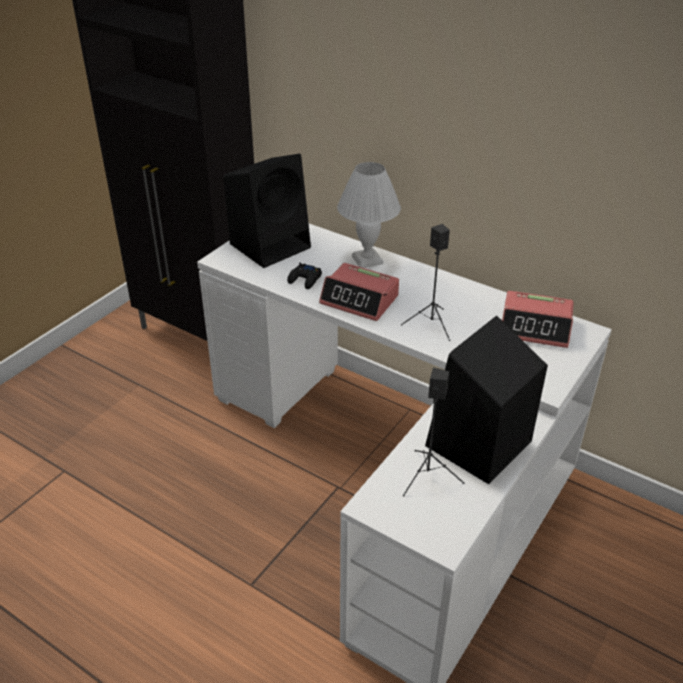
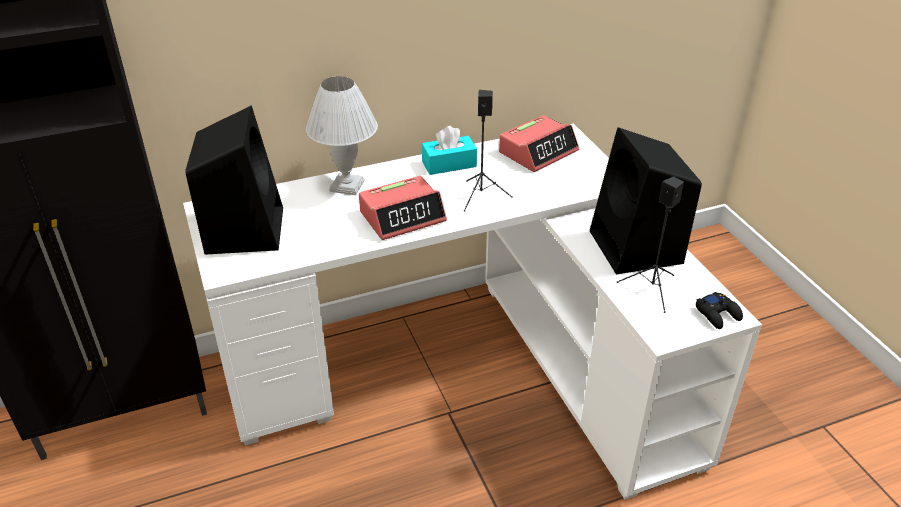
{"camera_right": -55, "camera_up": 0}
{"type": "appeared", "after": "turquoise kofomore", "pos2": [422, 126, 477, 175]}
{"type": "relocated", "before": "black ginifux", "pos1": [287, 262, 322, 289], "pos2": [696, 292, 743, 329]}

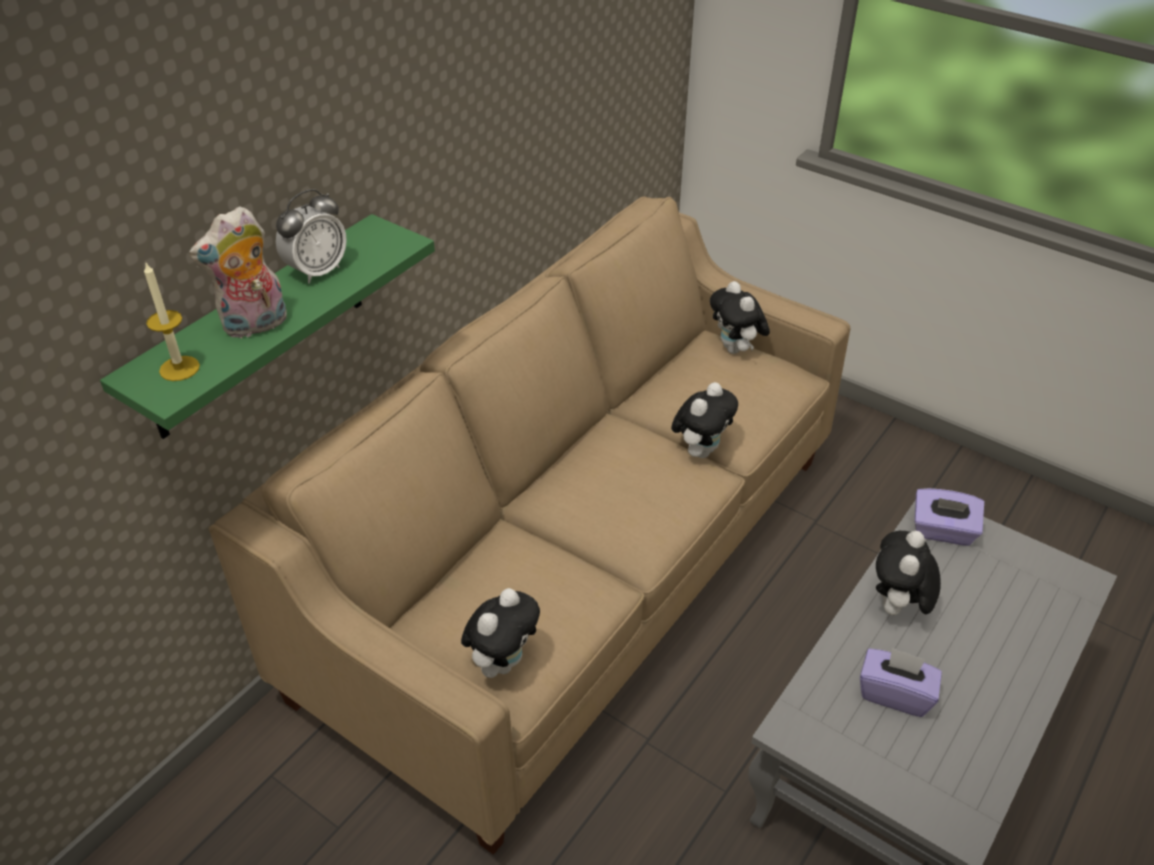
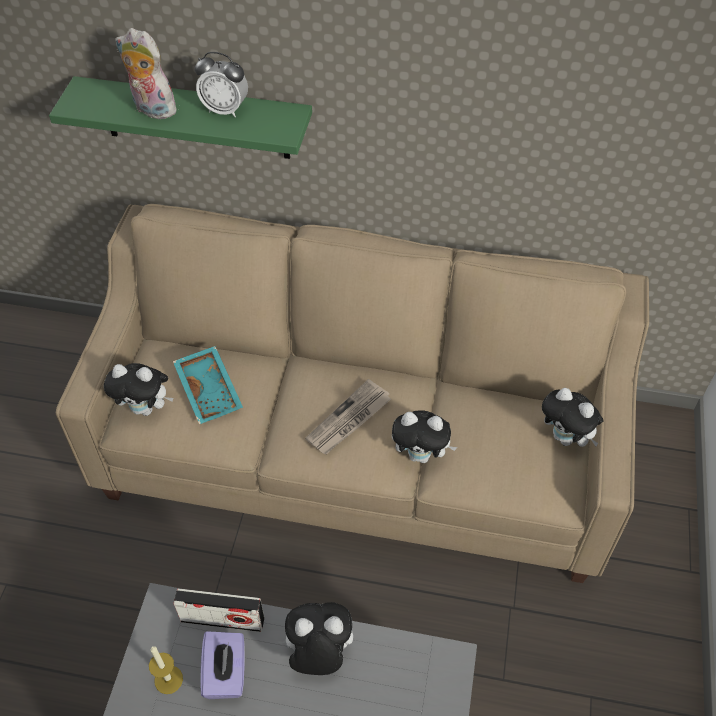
{"camera_right": 65, "camera_up": 10}
{"type": "missing", "before": "purple kofomore", "pos1": [915, 488, 984, 546]}
{"type": "appeared", "after": "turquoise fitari", "pos2": [173, 346, 243, 424]}
{"type": "appeared", "after": "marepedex", "pos2": [173, 588, 264, 632]}
{"type": "appeared", "after": "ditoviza", "pos2": [305, 379, 391, 454]}
{"type": "relocated", "before": "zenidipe", "pos1": [144, 261, 200, 381], "pos2": [149, 646, 183, 694]}
{"type": "spun", "before": "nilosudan", "pos1": [710, 281, 770, 354], "pos2": [542, 388, 604, 447], "turn": -90}

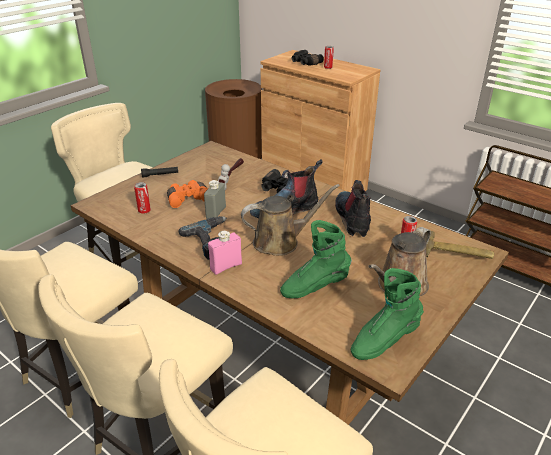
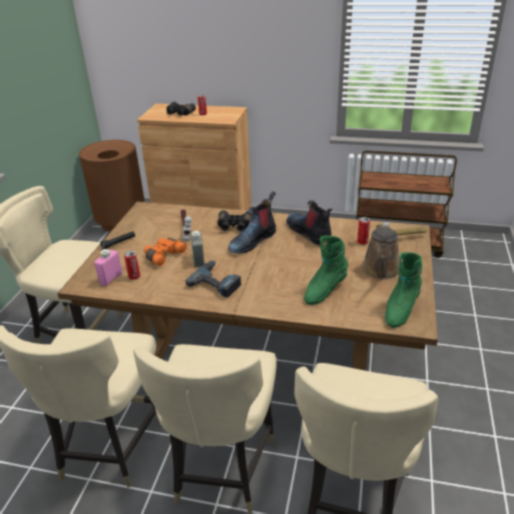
{"camera_right": -25, "camera_up": 0}
{"type": "missing", "before": "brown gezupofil", "pos1": [241, 184, 340, 256]}
{"type": "relocated", "before": "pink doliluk", "pos1": [208, 231, 242, 275], "pos2": [94, 249, 123, 286]}

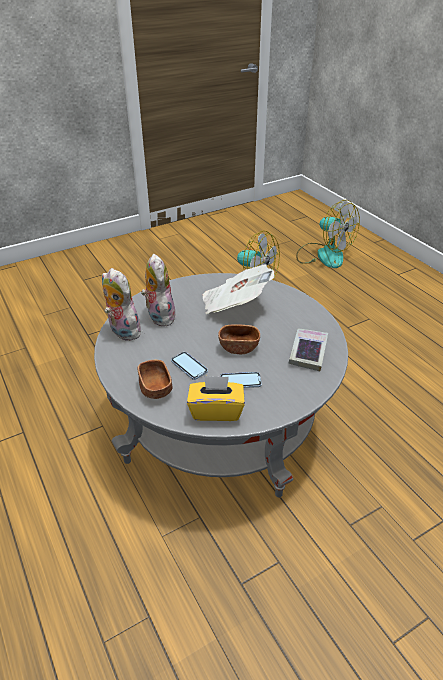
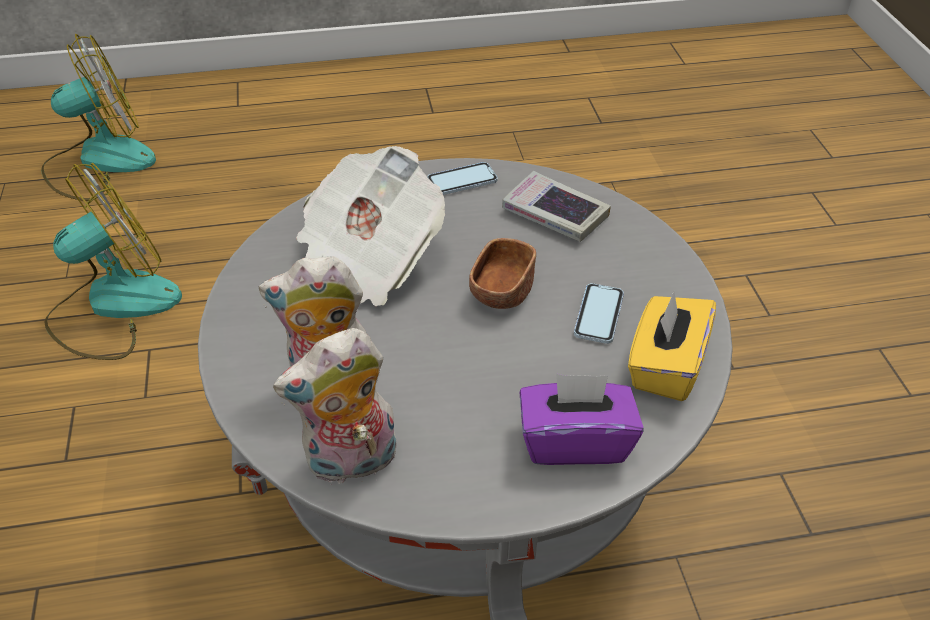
{"camera_right": -70, "camera_up": 5}
{"type": "relocated", "before": "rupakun", "pos1": [171, 352, 208, 380], "pos2": [427, 162, 498, 195]}
{"type": "exchanged", "before": "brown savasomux", "after": "purple kofomore", "pos1": [138, 360, 173, 399], "pos2": [519, 373, 644, 465]}

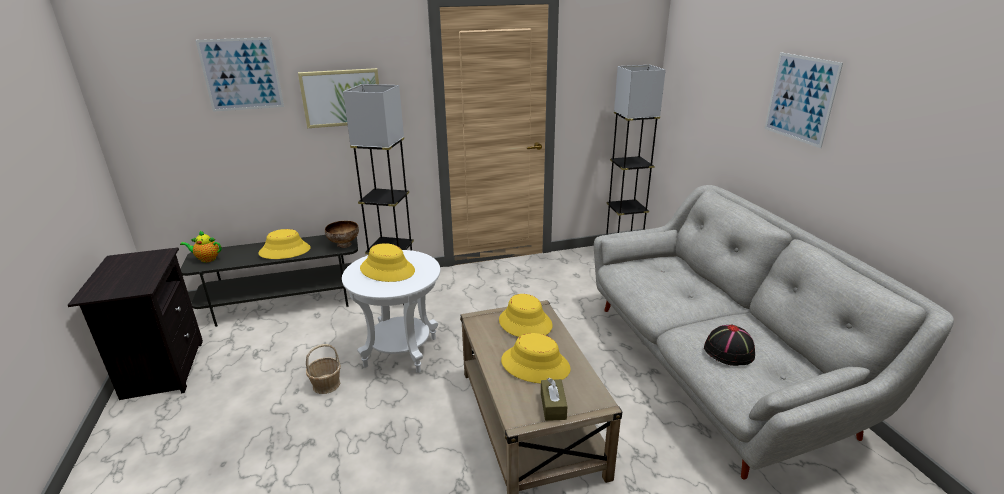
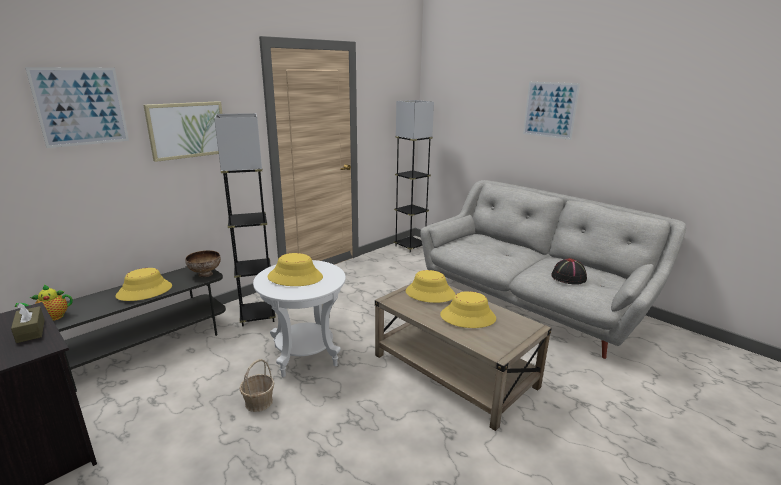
{"camera_right": -30, "camera_up": -5}
{"type": "relocated", "before": "brown kofomore", "pos1": [541, 378, 567, 421], "pos2": [11, 303, 45, 343]}

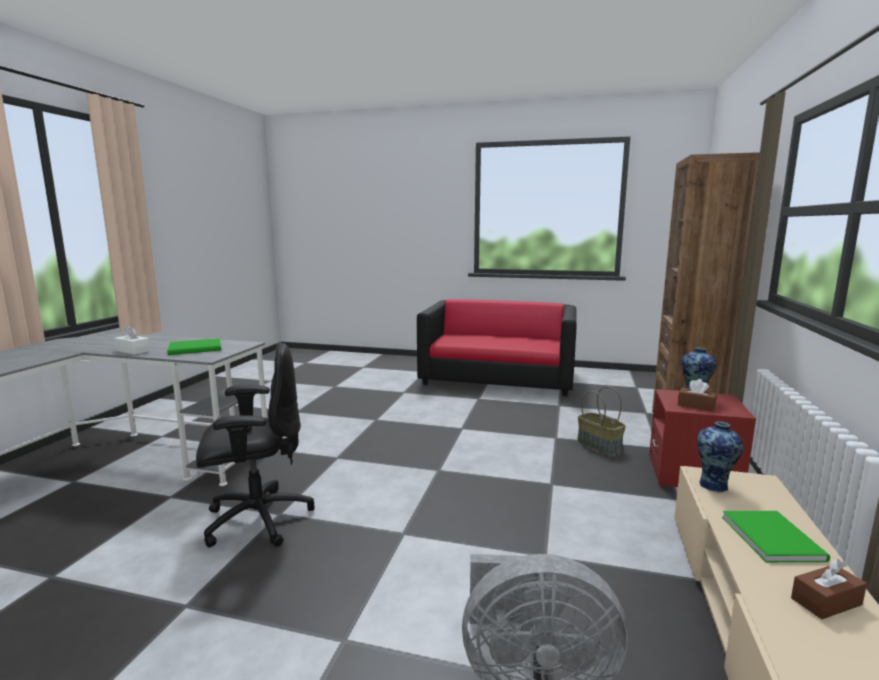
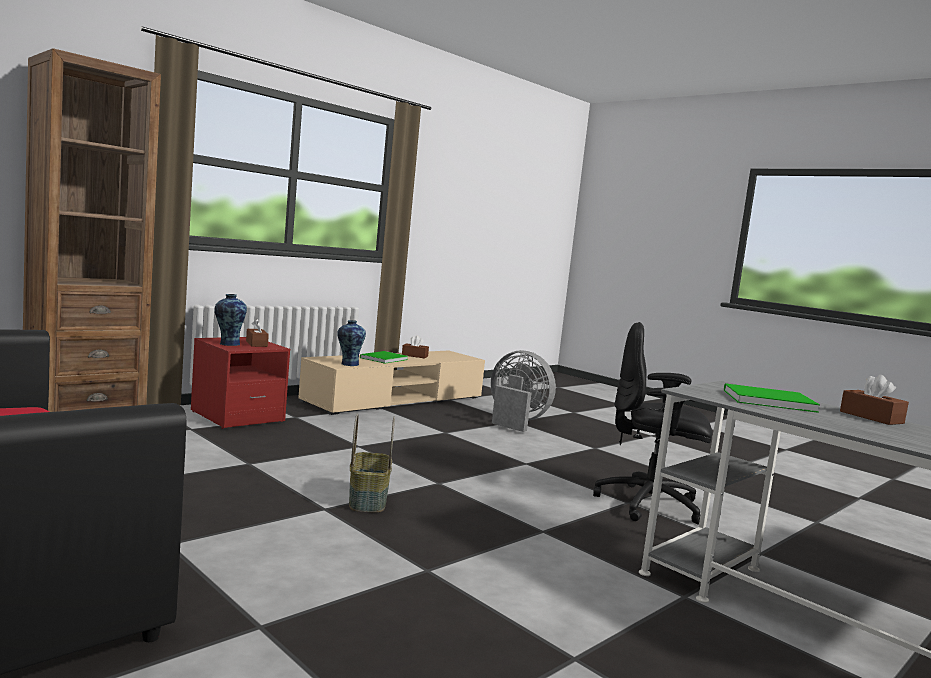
{"camera_right": -150, "camera_up": -5}
{"type": "relocated", "before": "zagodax", "pos1": [577, 386, 626, 455], "pos2": [349, 414, 395, 513]}
{"type": "colour", "before": "white kofomore", "after": "brown kofomore", "pos1": [114, 325, 150, 355], "pos2": [840, 375, 909, 425]}

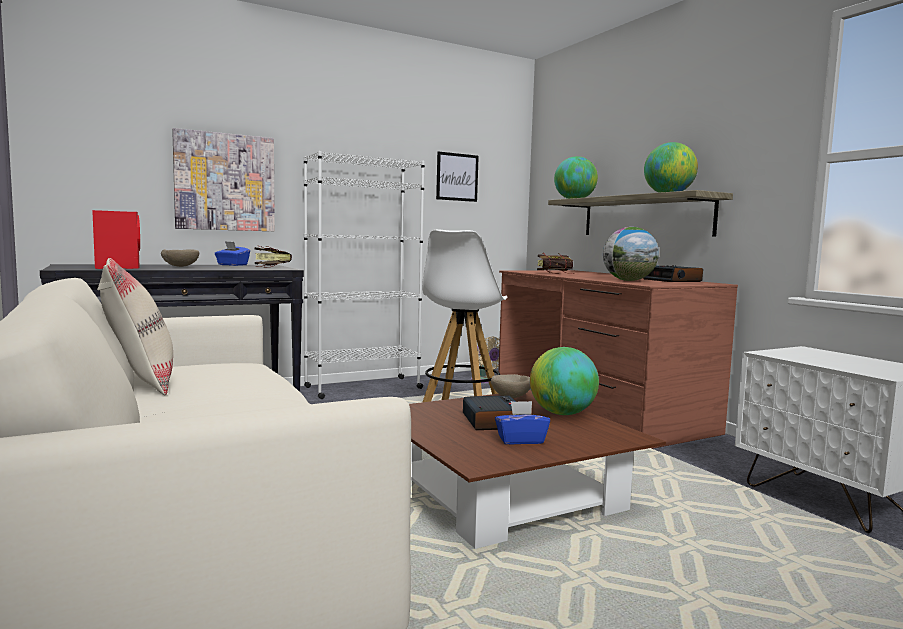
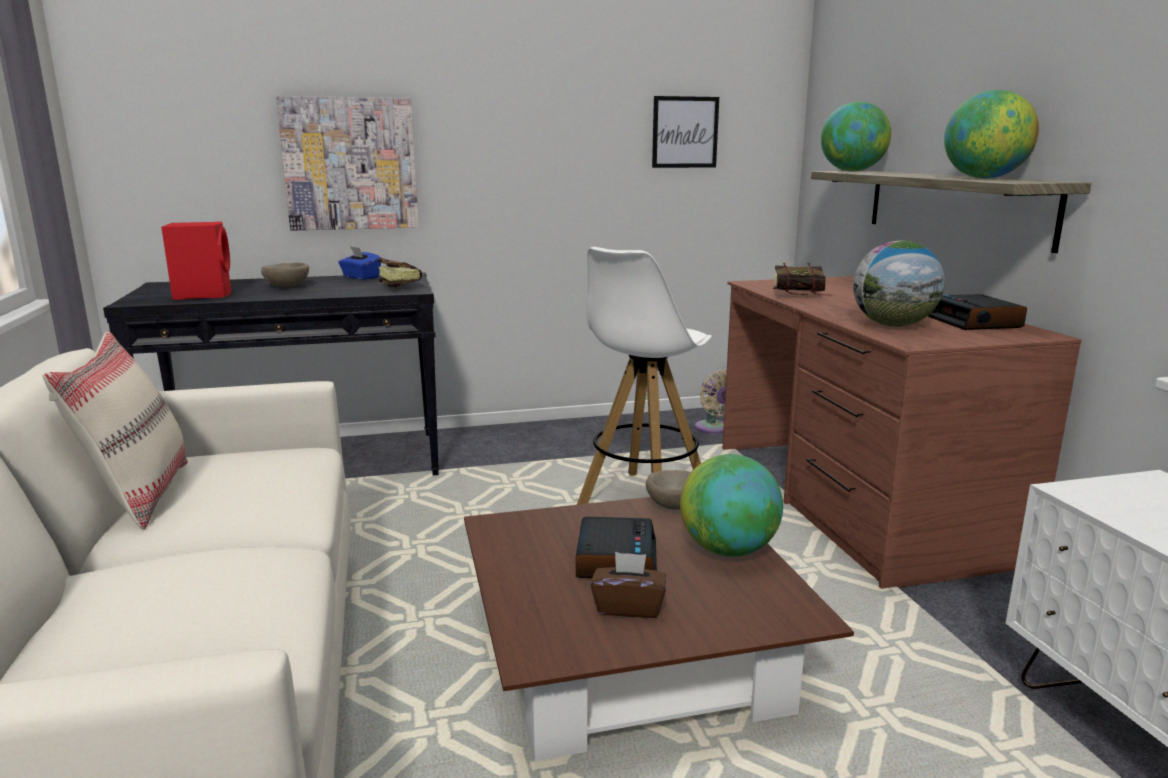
{"camera_right": 15, "camera_up": 10}
{"type": "missing", "before": "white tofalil", "pos1": [304, 151, 425, 399]}
{"type": "colour", "before": "blue kofomore", "after": "brown kofomore", "pos1": [495, 401, 550, 444], "pos2": [590, 552, 666, 618]}

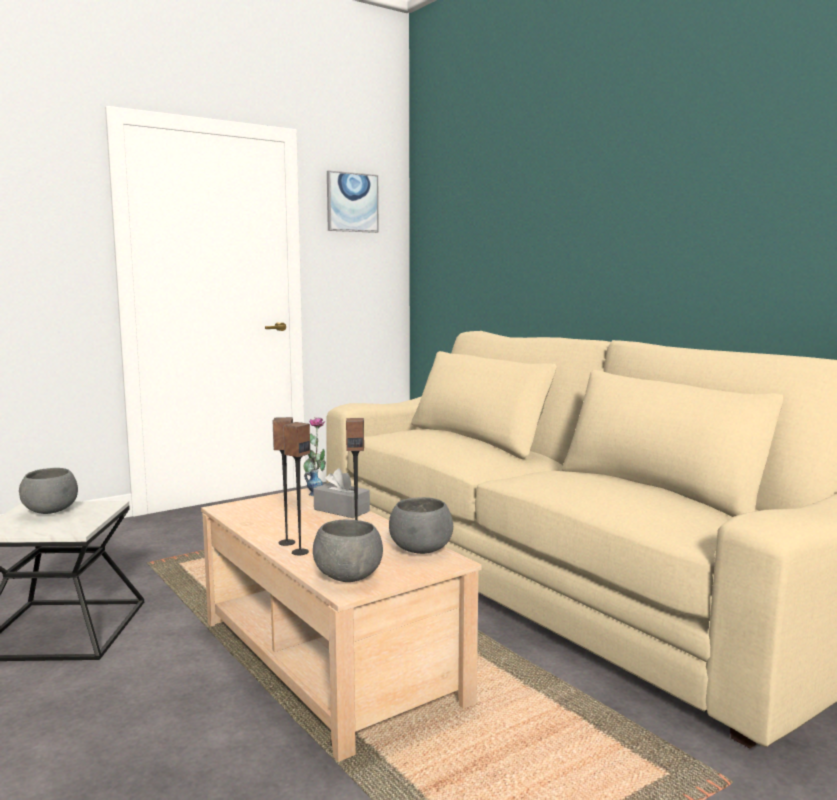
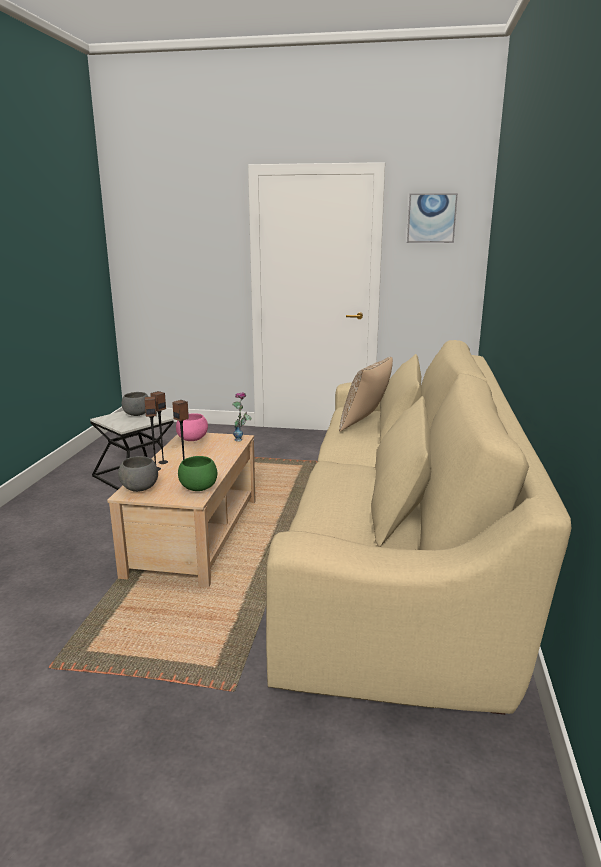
{"camera_right": 45, "camera_up": 10}
{"type": "missing", "before": "grey kofomore", "pos1": [313, 468, 370, 518]}
{"type": "appeared", "after": "pink savasomux", "pos2": [176, 414, 208, 441]}
{"type": "appeared", "after": "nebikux", "pos2": [339, 357, 393, 432]}
{"type": "colour", "before": "grey savasomux", "after": "green savasomux", "pos1": [389, 497, 453, 554], "pos2": [178, 456, 217, 491]}

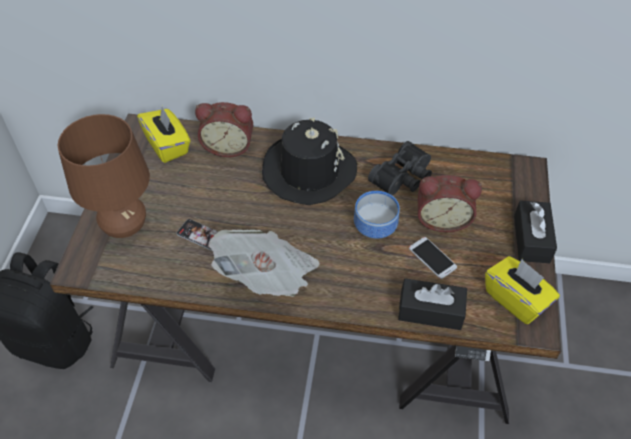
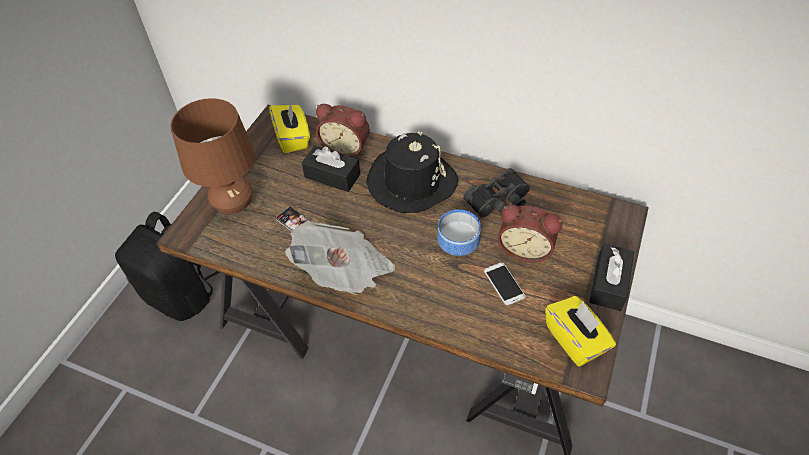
{"camera_right": 15, "camera_up": 0}
{"type": "relocated", "before": "black kofomore", "pos1": [398, 278, 467, 330], "pos2": [302, 146, 360, 192]}

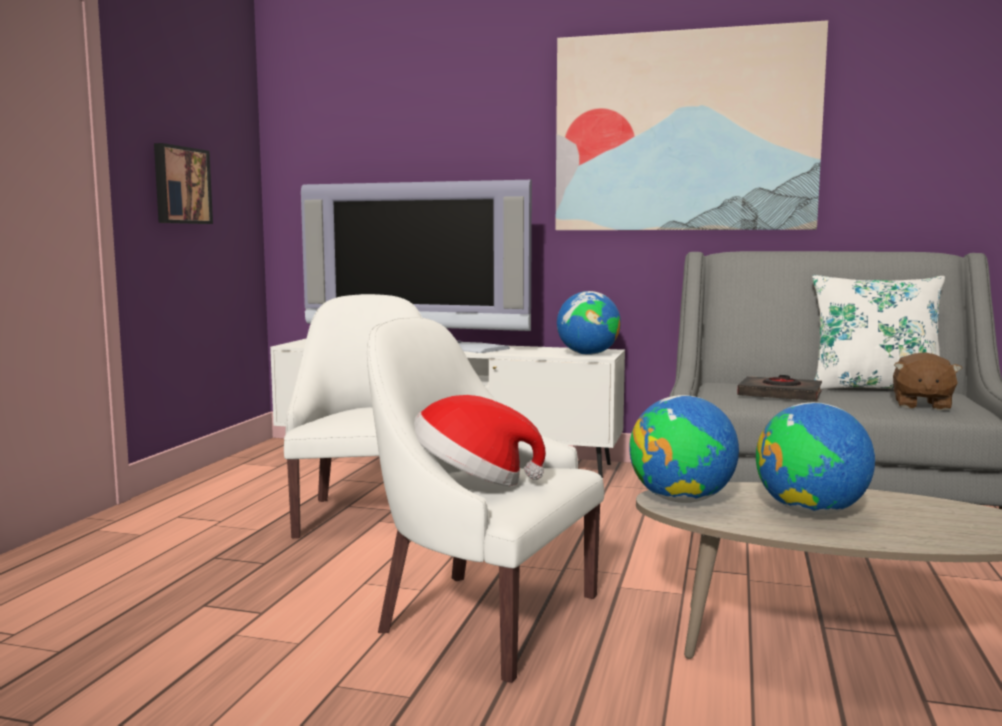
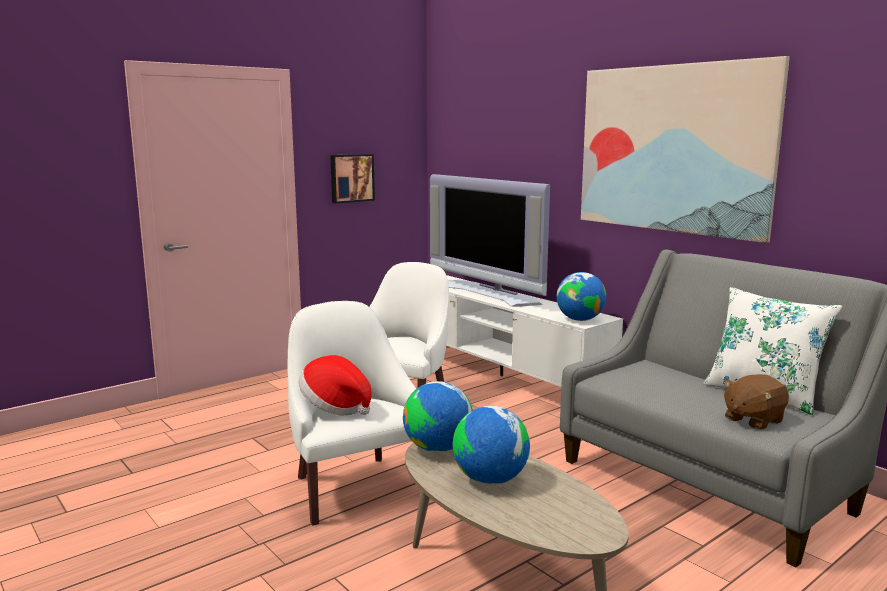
{"camera_right": 35, "camera_up": 5}
{"type": "missing", "before": "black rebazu", "pos1": [737, 375, 822, 401]}

